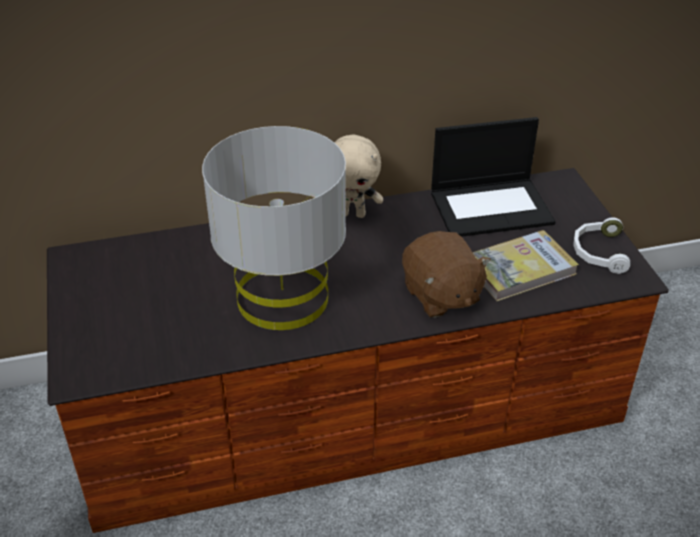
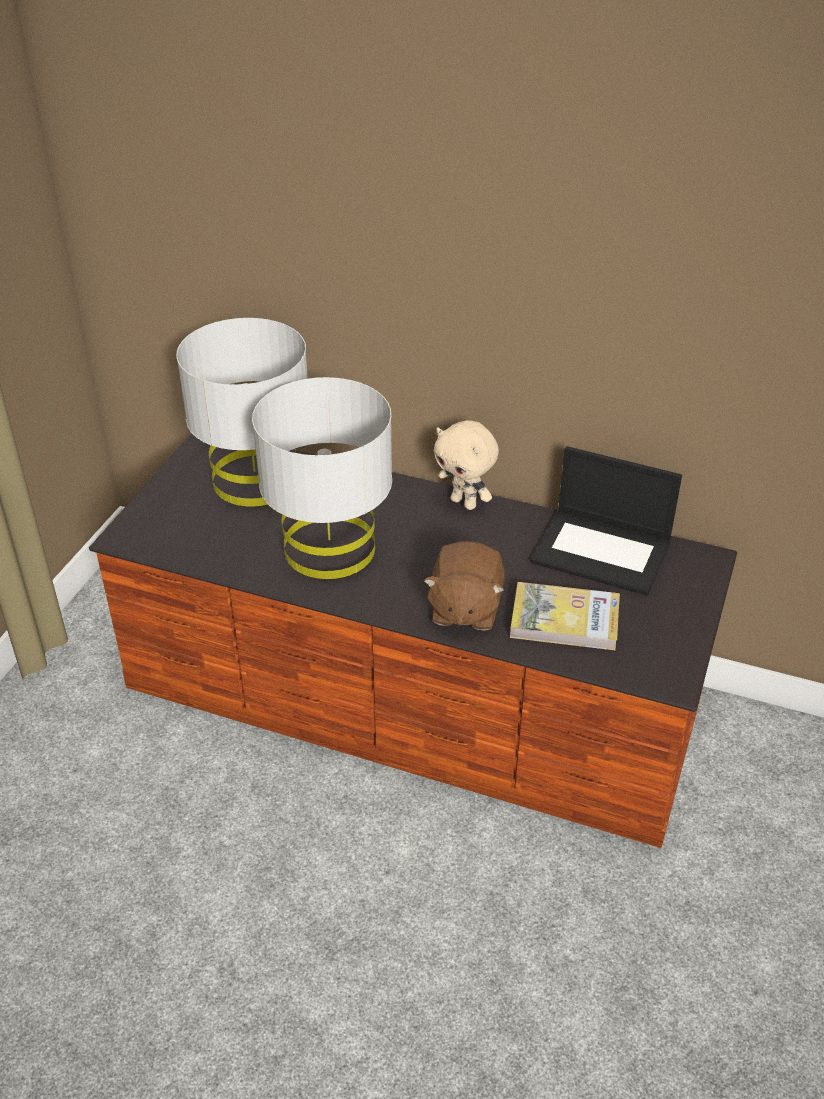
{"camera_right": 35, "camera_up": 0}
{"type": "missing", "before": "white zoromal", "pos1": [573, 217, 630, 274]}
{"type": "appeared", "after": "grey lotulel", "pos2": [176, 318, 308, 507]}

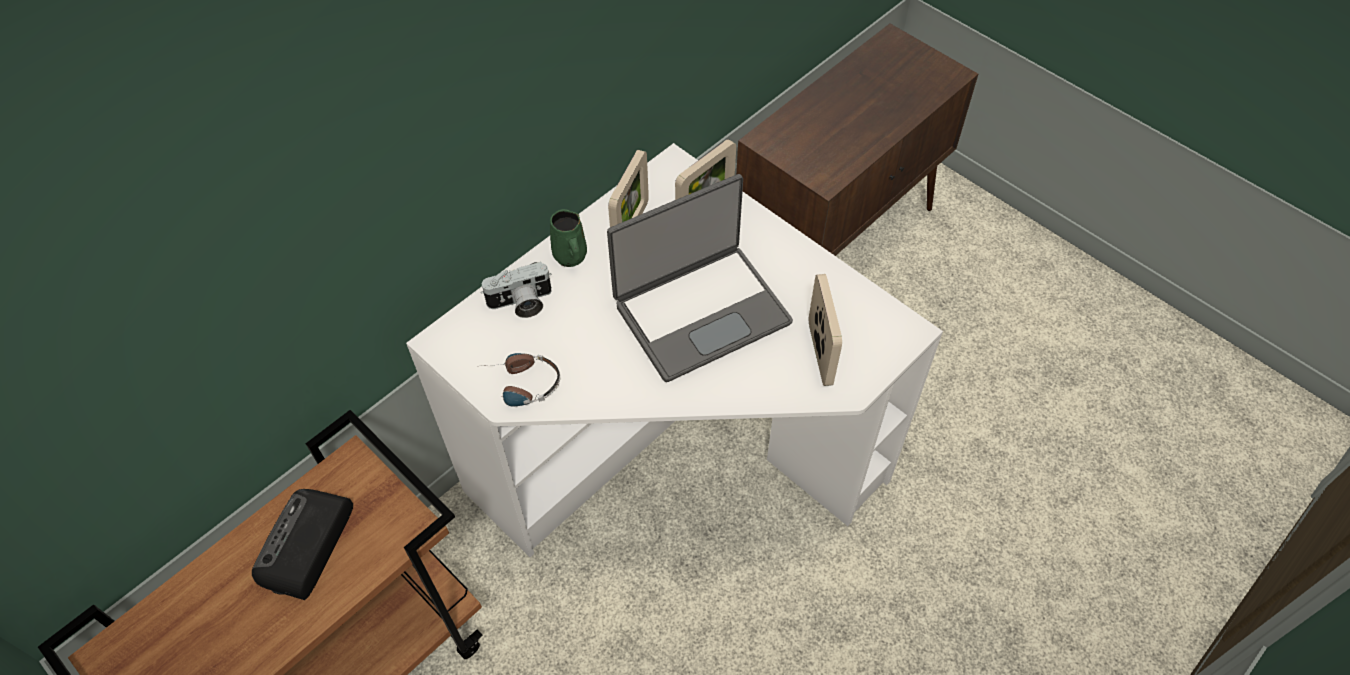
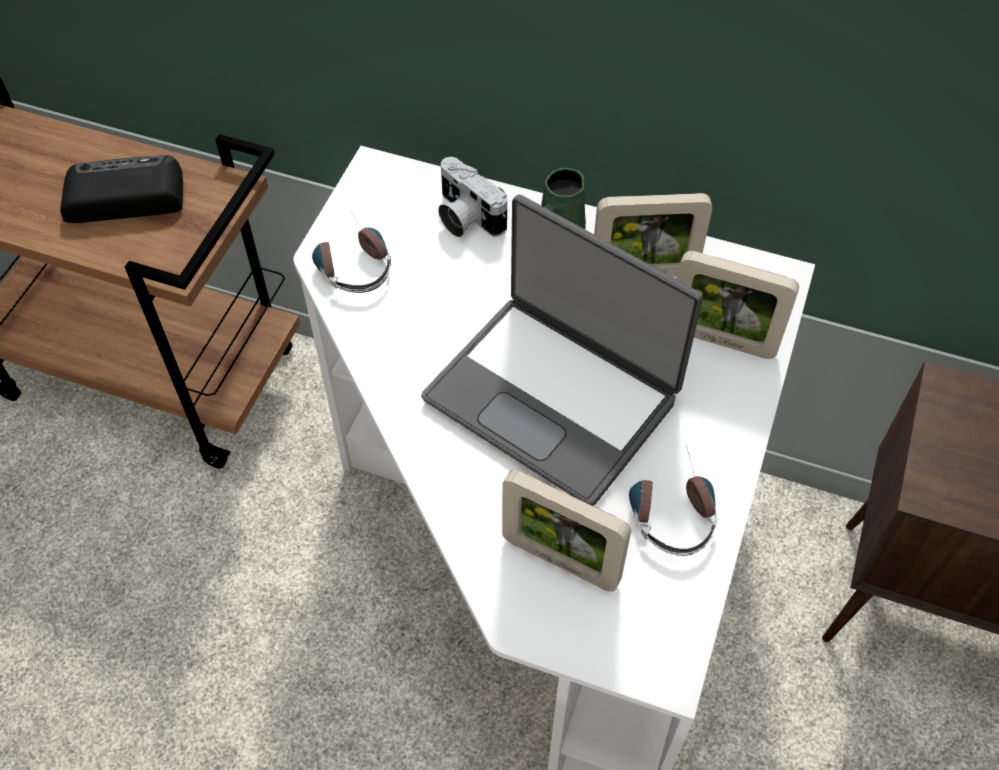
{"camera_right": 65, "camera_up": 0}
{"type": "appeared", "after": "zoromal", "pos2": [629, 445, 718, 556]}
{"type": "spun", "before": "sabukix", "pos1": [809, 274, 842, 386], "pos2": [502, 470, 631, 592], "turn": 60}

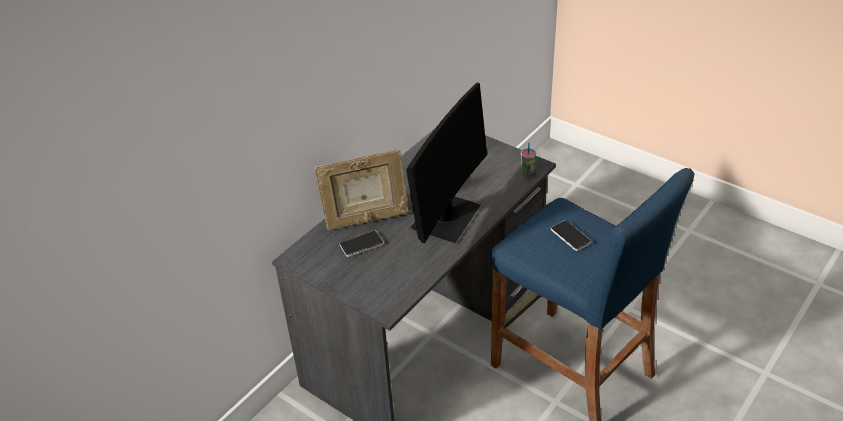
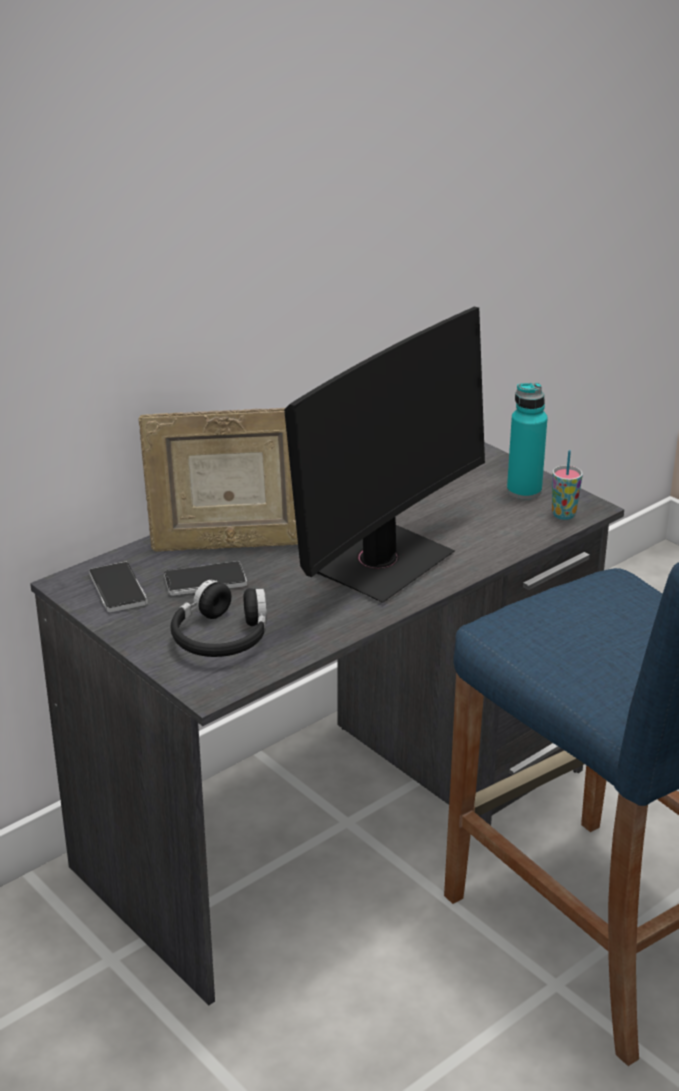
{"camera_right": 10, "camera_up": -10}
{"type": "appeared", "after": "black zoromal", "pos2": [171, 580, 267, 657]}
{"type": "appeared", "after": "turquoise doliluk", "pos2": [507, 383, 548, 499]}
{"type": "relocated", "before": "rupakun", "pos1": [551, 220, 592, 251], "pos2": [89, 562, 148, 612]}

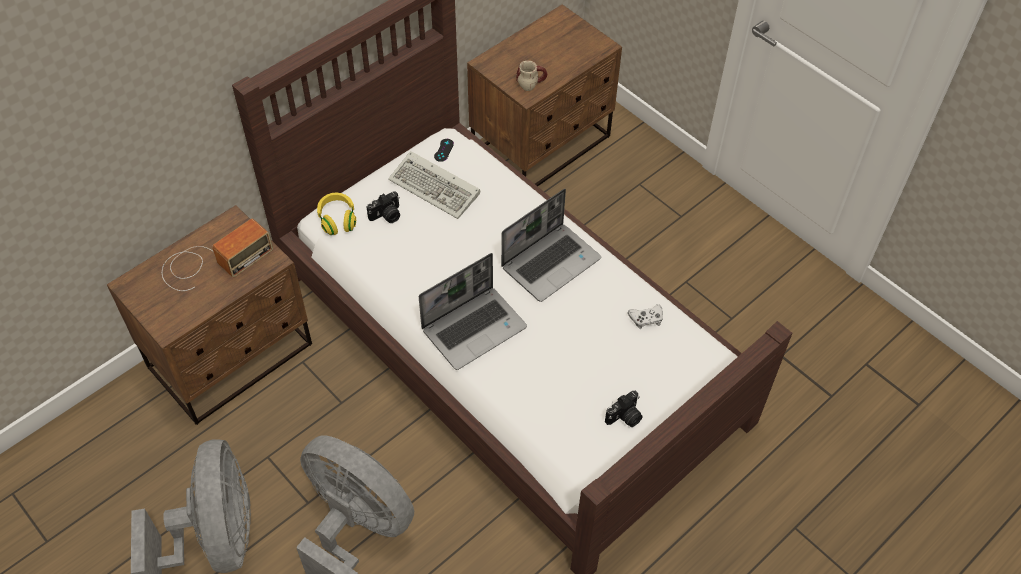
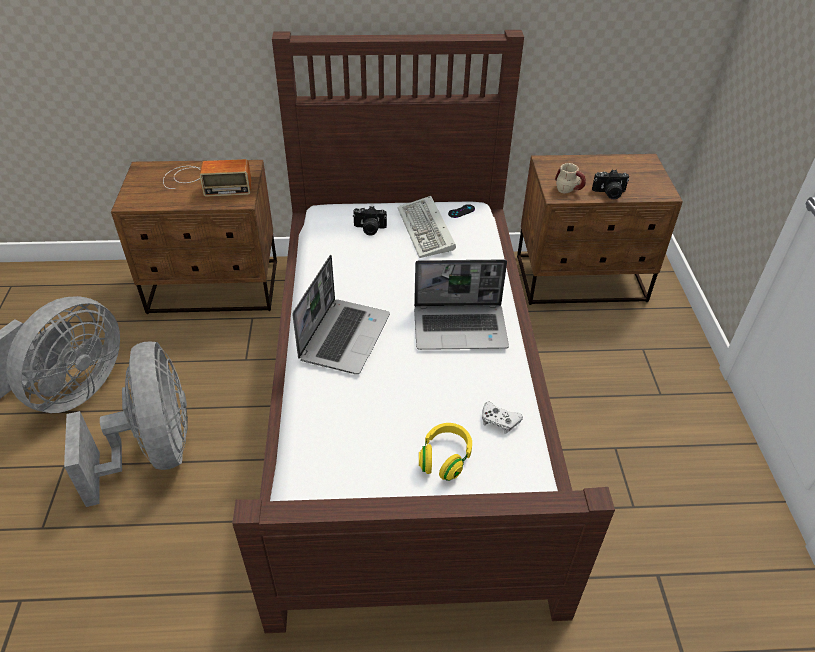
{"camera_right": 40, "camera_up": -10}
{"type": "relocated", "before": "yellow zoromal", "pos1": [317, 193, 356, 235], "pos2": [419, 423, 472, 481]}
{"type": "relocated", "before": "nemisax", "pos1": [605, 391, 643, 427], "pos2": [592, 169, 629, 199]}
{"type": "spun", "before": "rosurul", "pos1": [419, 253, 527, 370], "pos2": [292, 255, 390, 374], "turn": -75}

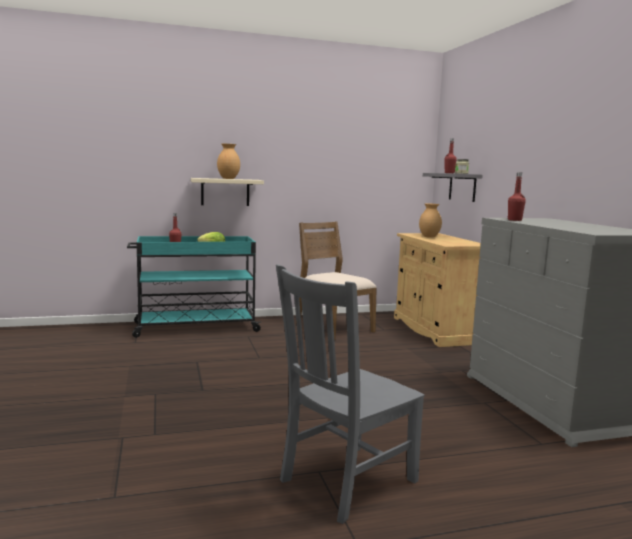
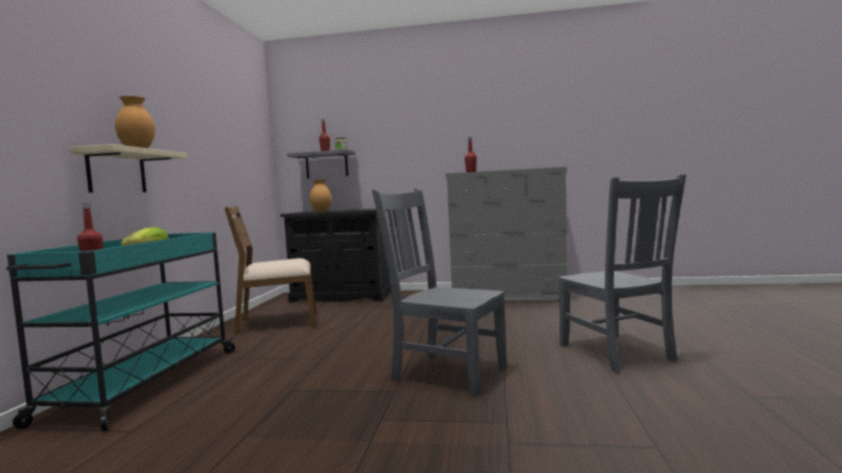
{"camera_right": -65, "camera_up": -5}
{"type": "appeared", "after": "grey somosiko", "pos2": [372, 188, 507, 397]}
{"type": "colour", "before": "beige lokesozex", "after": "black lokesozex", "pos1": [394, 233, 481, 347], "pos2": [280, 209, 391, 303]}

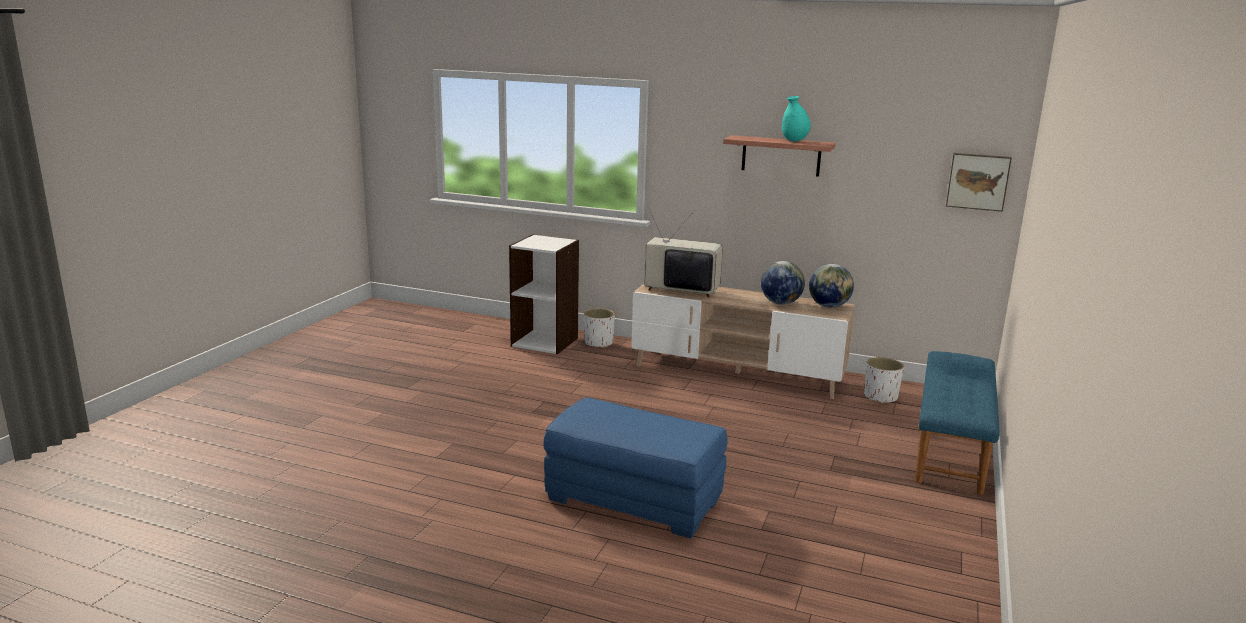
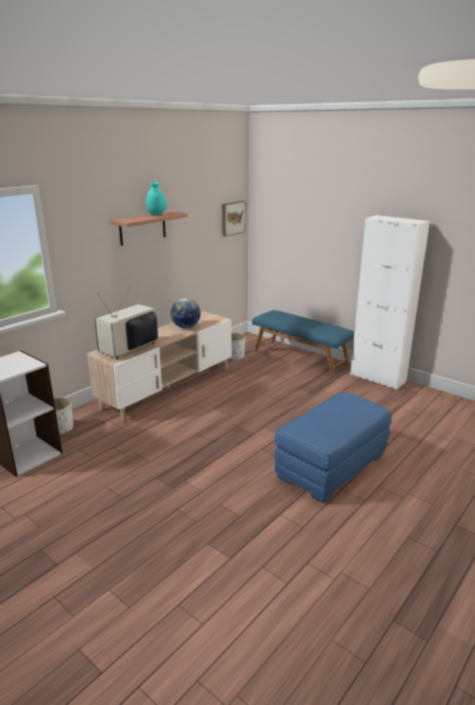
{"camera_right": -70, "camera_up": 5}
{"type": "missing", "before": "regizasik", "pos1": [809, 264, 854, 308]}
{"type": "appeared", "after": "white lokesozex", "pos2": [350, 215, 430, 390]}

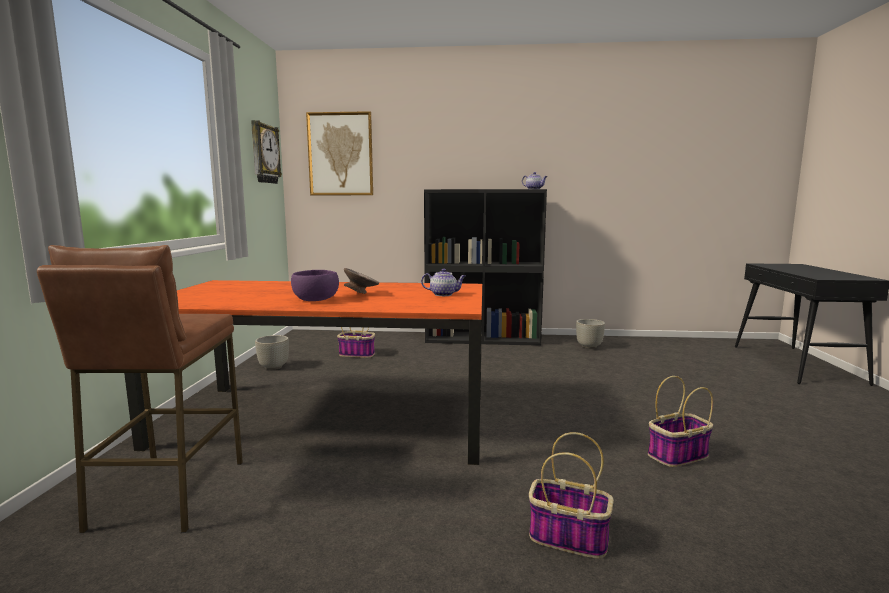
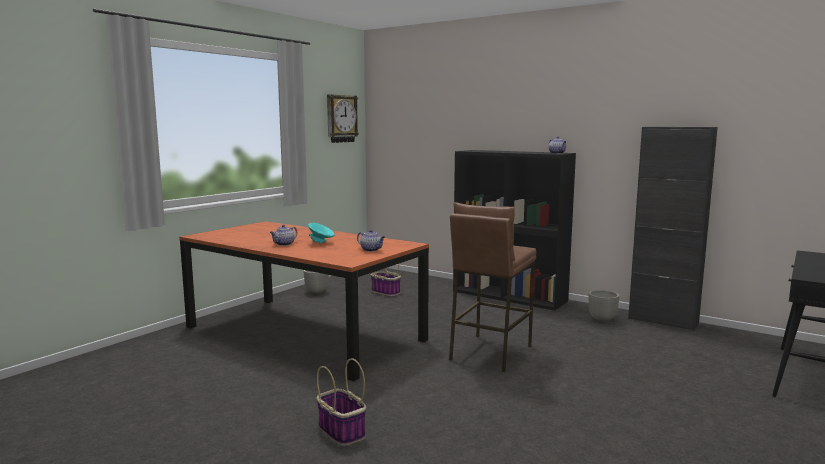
{"camera_right": 30, "camera_up": 0}
{"type": "missing", "before": "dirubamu", "pos1": [306, 111, 373, 195]}
{"type": "missing", "before": "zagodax", "pos1": [648, 376, 713, 467]}
{"type": "appeared", "after": "black lokesozex", "pos2": [628, 127, 718, 331]}
{"type": "relocated", "before": "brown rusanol", "pos1": [37, 245, 243, 533], "pos2": [449, 202, 536, 372]}
{"type": "exchanged", "before": "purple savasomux", "after": "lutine", "pos1": [291, 270, 339, 301], "pos2": [270, 225, 298, 246]}
{"type": "colour", "before": "grey savasomux", "after": "turquoise savasomux", "pos1": [344, 268, 379, 294], "pos2": [308, 223, 335, 243]}

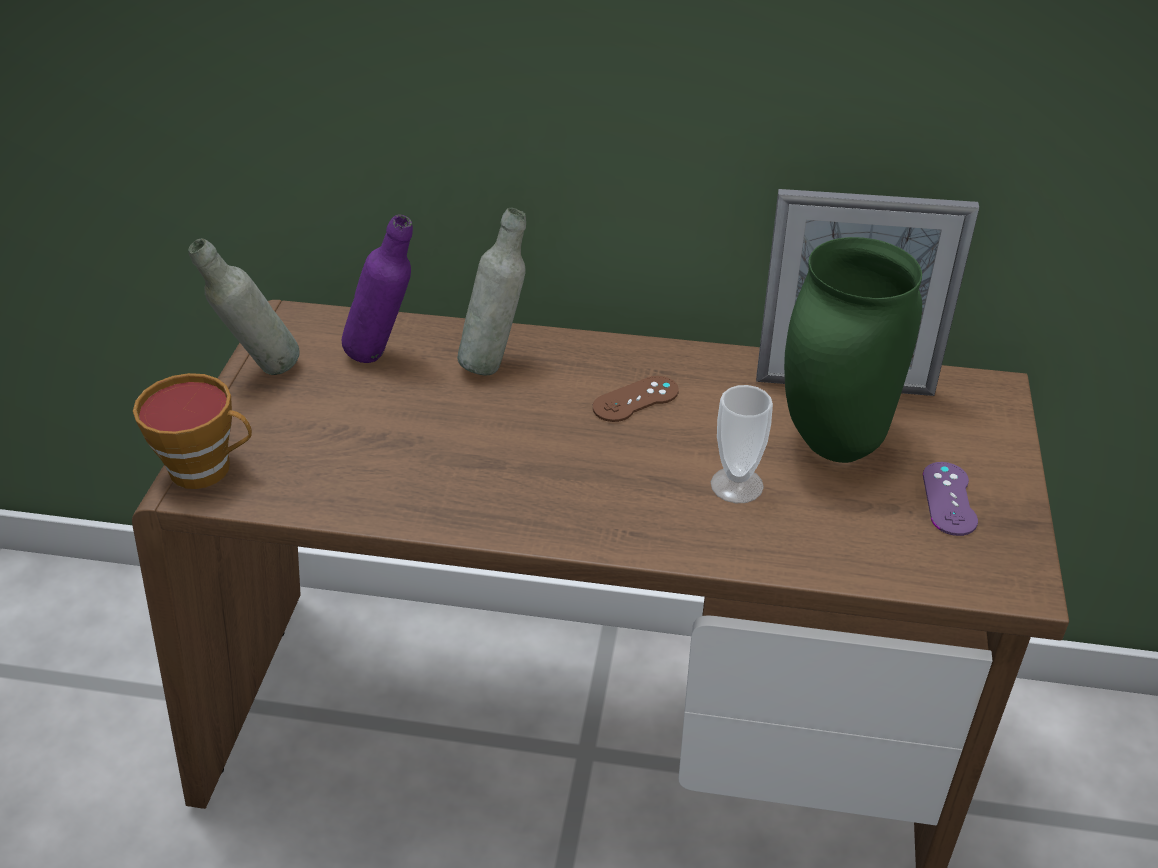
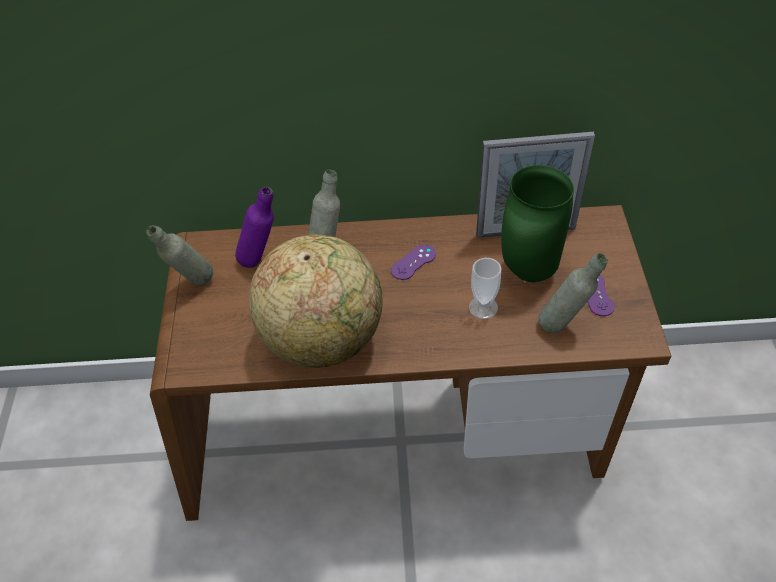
{"camera_right": -10, "camera_up": 10}
{"type": "missing", "before": "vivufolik", "pos1": [133, 373, 252, 489]}
{"type": "appeared", "after": "regizasik", "pos2": [249, 235, 383, 368]}
{"type": "appeared", "after": "grey doliluk", "pos2": [538, 253, 608, 334]}
{"type": "colour", "before": "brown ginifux", "after": "purple ginifux", "pos1": [593, 376, 679, 422], "pos2": [391, 245, 436, 280]}

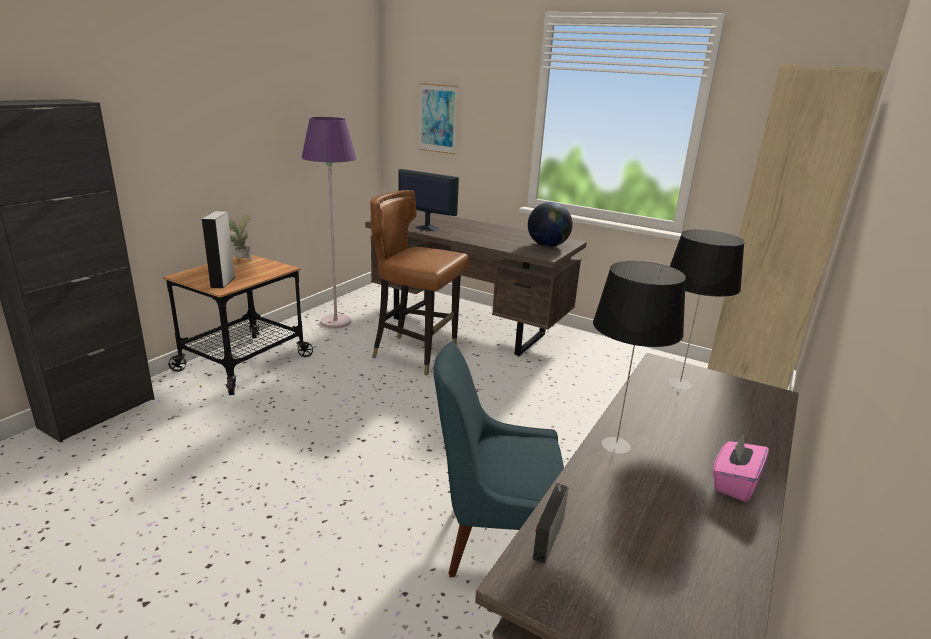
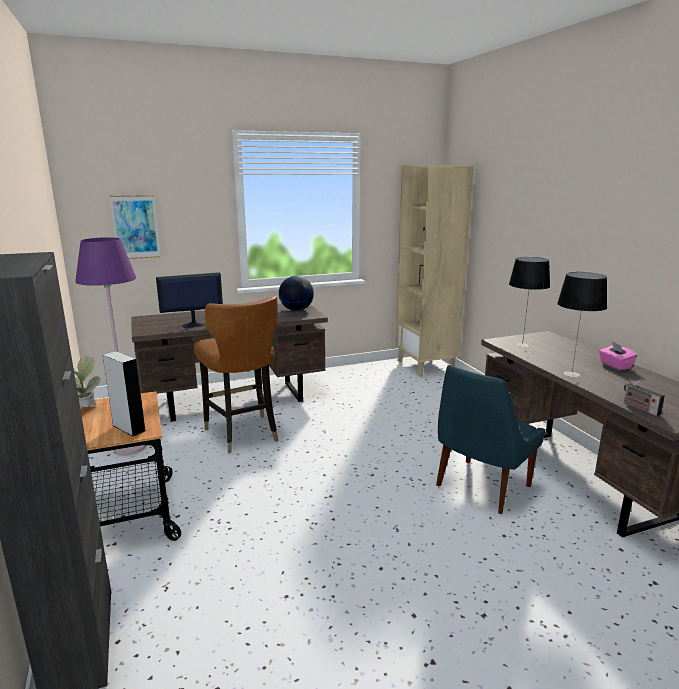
{"camera_right": -50, "camera_up": -5}
{"type": "spun", "before": "brown somosiko", "pos1": [370, 190, 470, 375], "pos2": [194, 296, 279, 453], "turn": -90}

